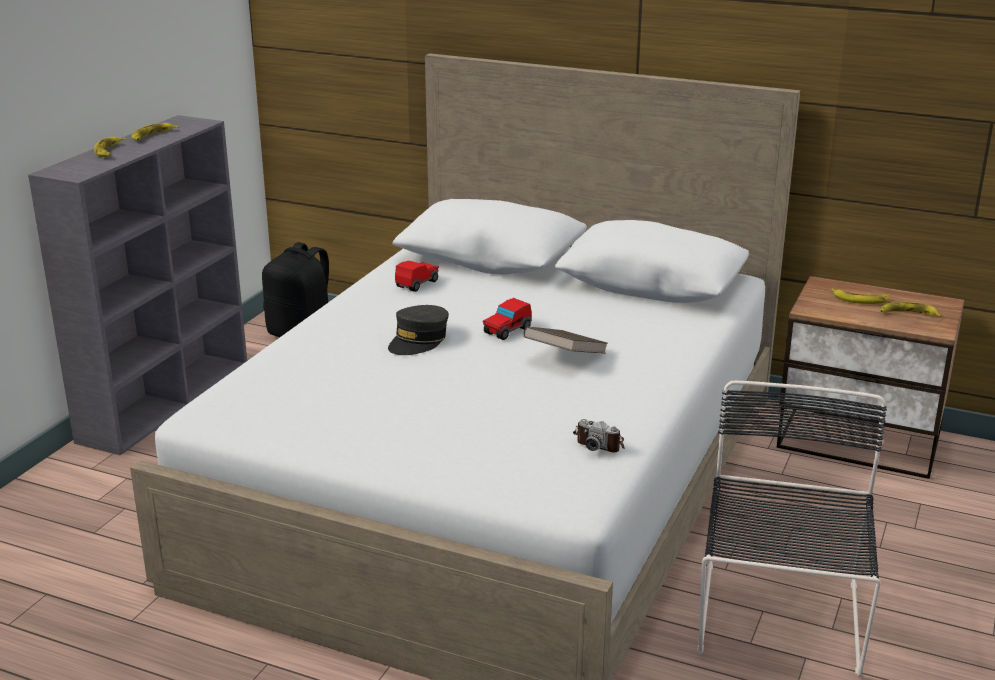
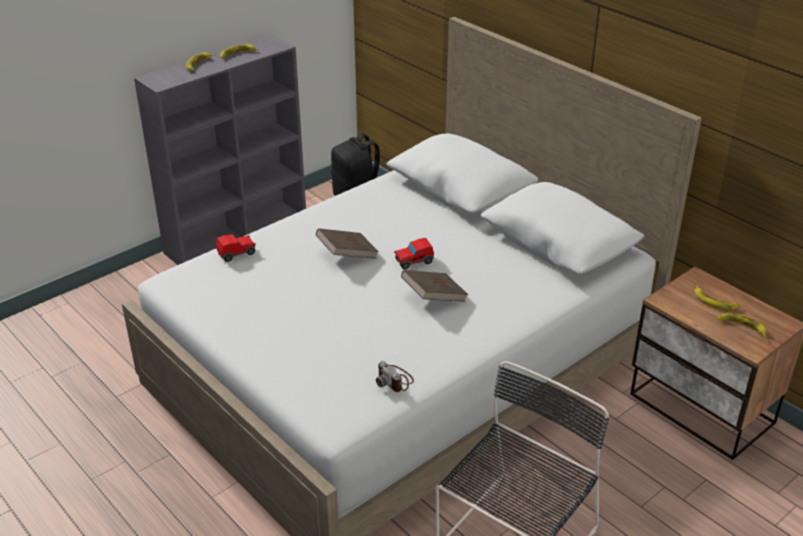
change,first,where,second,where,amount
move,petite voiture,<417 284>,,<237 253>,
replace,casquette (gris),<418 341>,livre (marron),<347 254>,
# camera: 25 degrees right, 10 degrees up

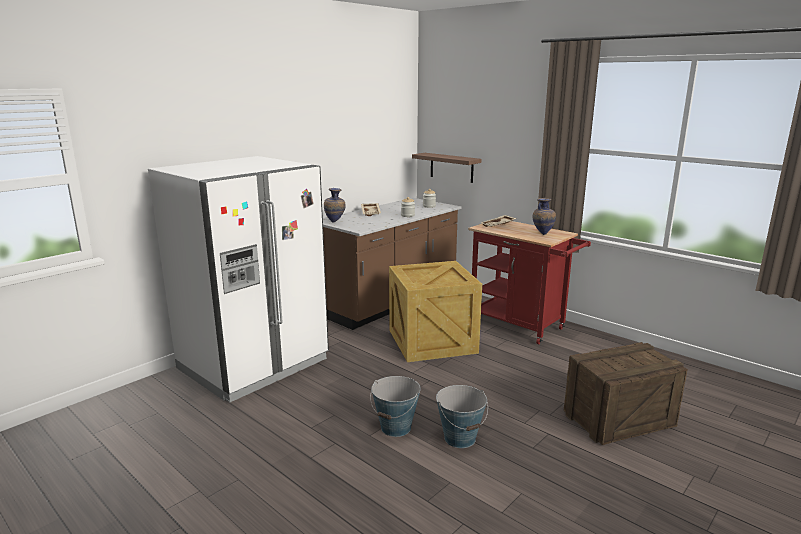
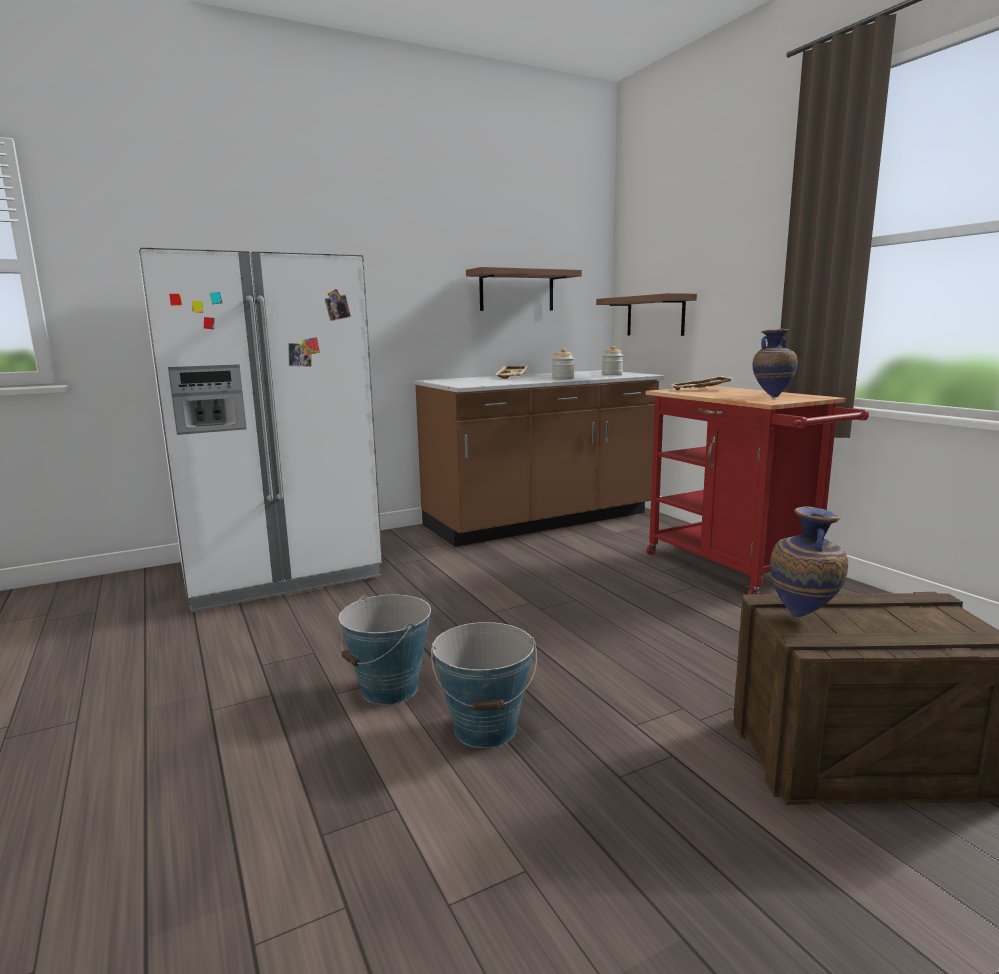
change,first,where,second,where,amount
move,vase,<335 222>,,<804 616>,
delete,caisse,<433 340>,,,
insert,,,étagère,<517 290>,
# camera: 20 degrees right, 5 degrees down

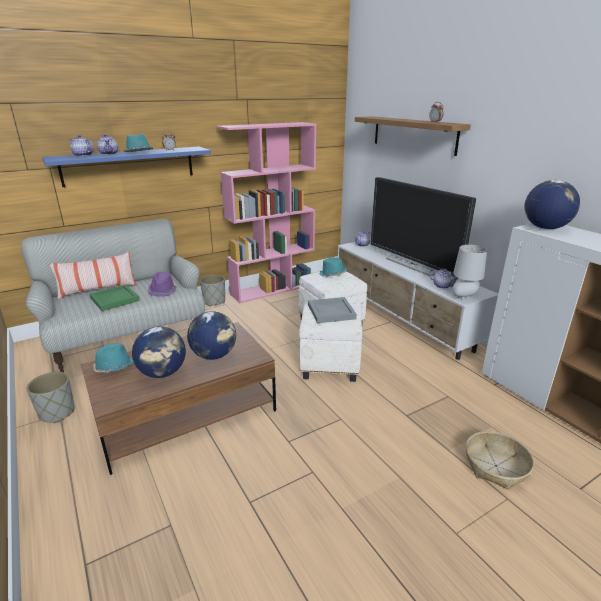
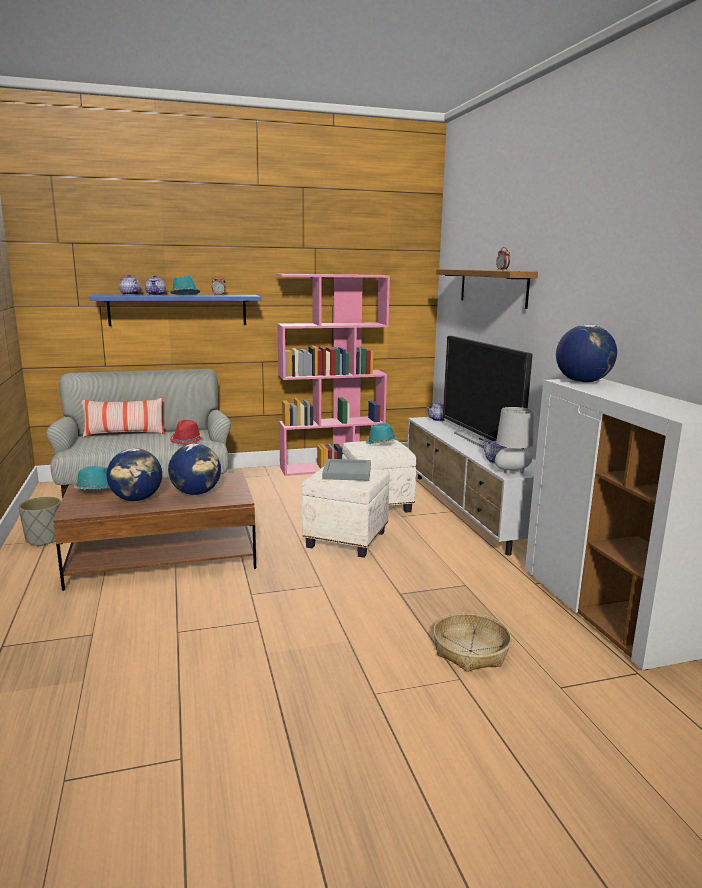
change,first,where,second,where,amount
recolor,chapeau (violet),<163 290>,chapeau (rouge),<187 440>,
delete,cache-pot (gris),<214 301>,,,
delete,plateau (vert),<115 299>,,,
# camera: 15 degrees right, 10 degrees down

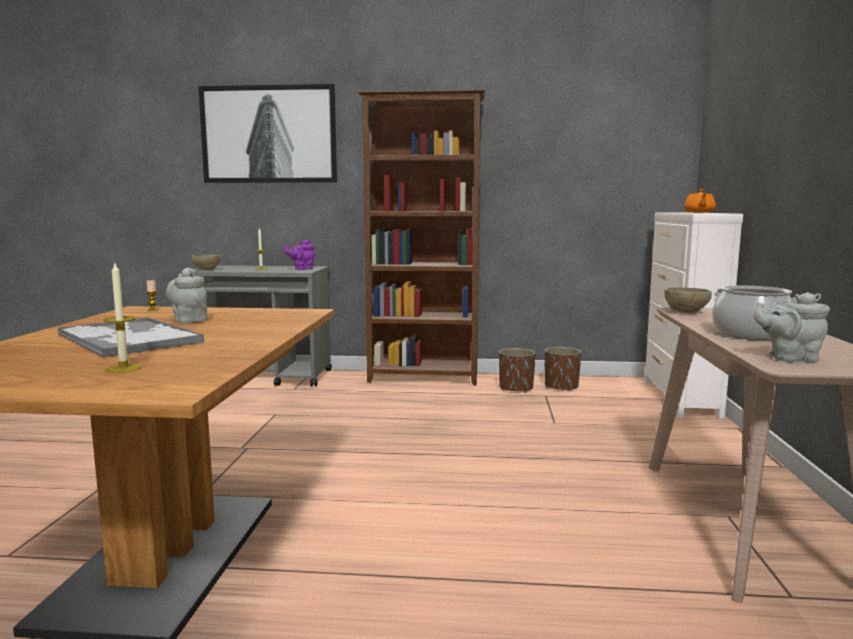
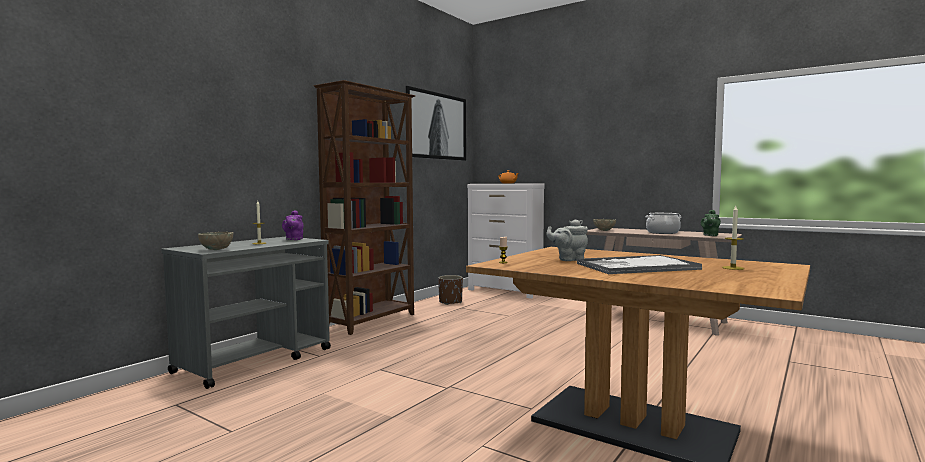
change,first,where,second,where,amount
move,tableau,<268 134>,,<437 126>,
recolor,théière (gris),<790 358>,théière (vert),<710 235>,
delete,cache-pot (marron),<516 388>,,,
# camera: 60 degrees left, 5 degrees down

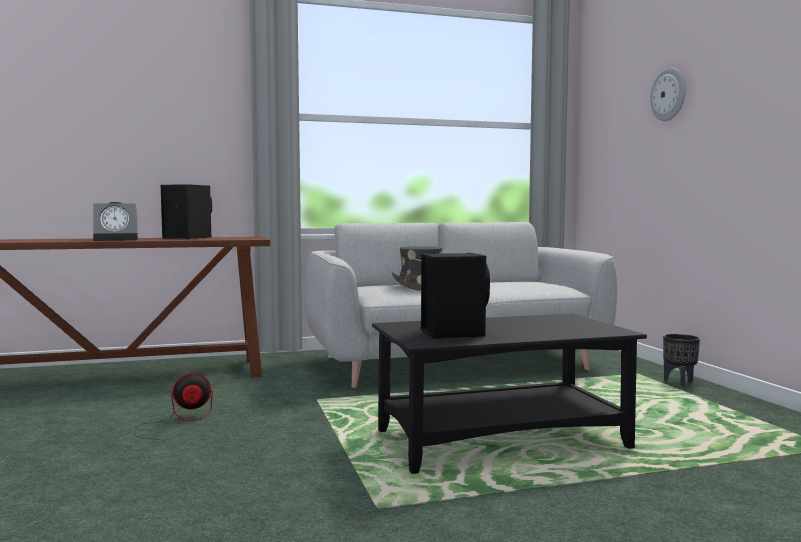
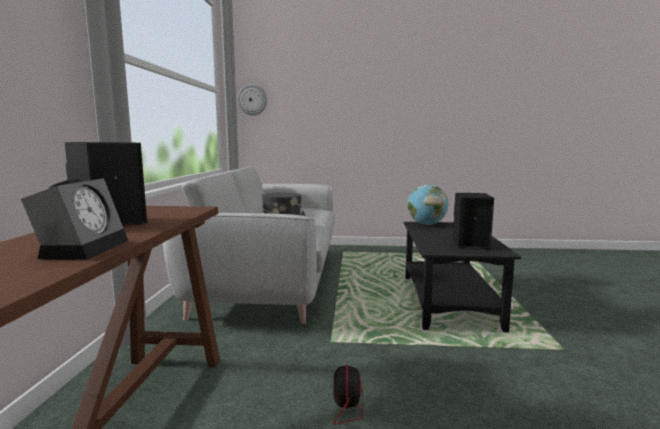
change,first,where,second,where,amount
move,horloge murale,<668 94>,,<252 100>,
delete,cache-pot (noir),<680 382>,,,
insert,,,globe,<426 224>,
# camera: 70 degrees left, 5 degrees up

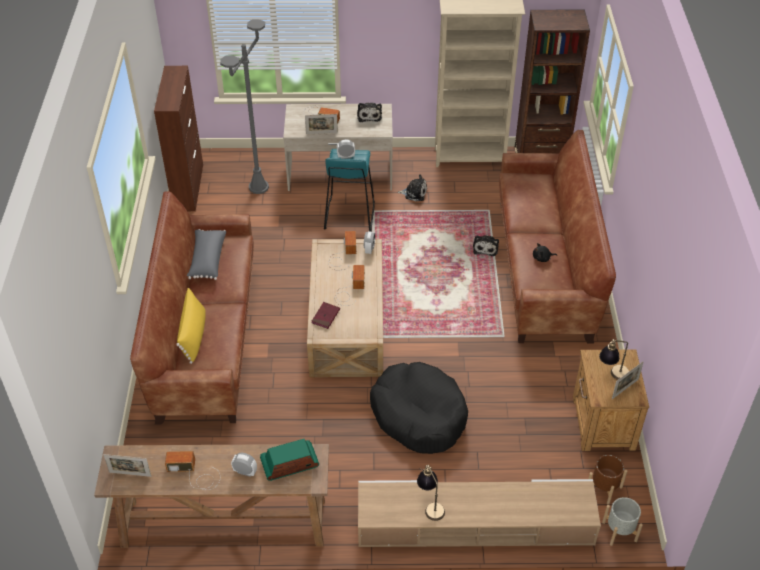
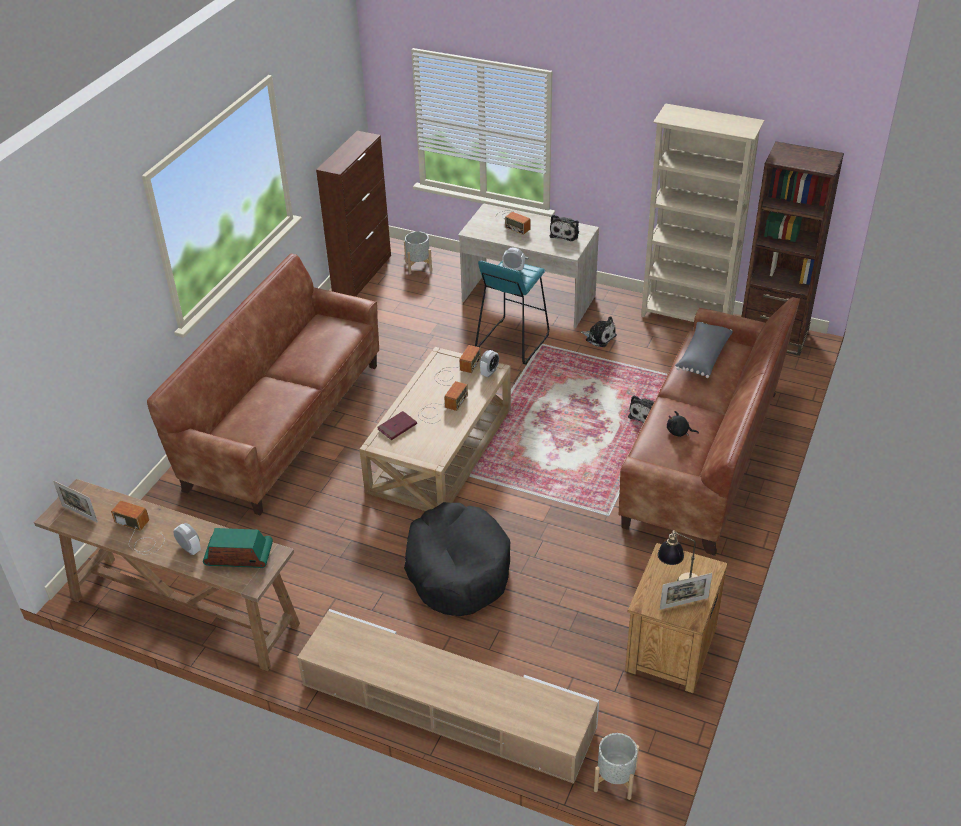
change,first,where,second,where,amount
delete,lampadaire (gris),<258 187>,,,
delete,cadre photo,<321 133>,,,
move,coussin (gris),<207 260>,,<702 357>,
delete,coussin (jaune),<193 335>,,,
delete,cache-pot (marron),<604 488>,,,
delete,lampe de table,<430 505>,,,
insert,,,cache-pot (gris),<418 266>,
# camera: 25 degrees right, 5 degrees down

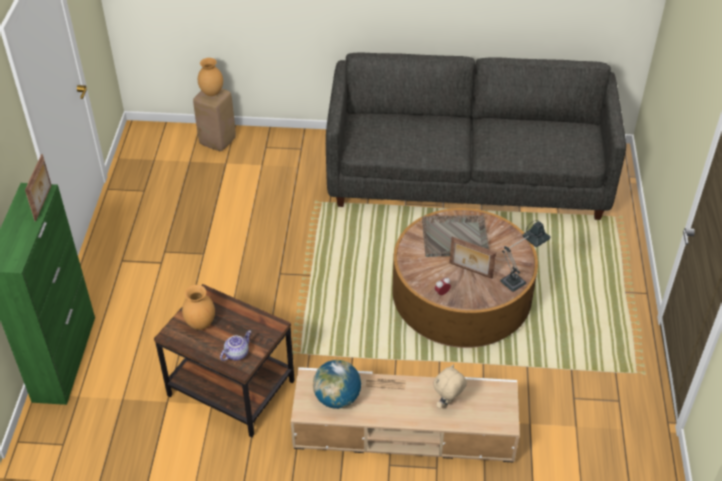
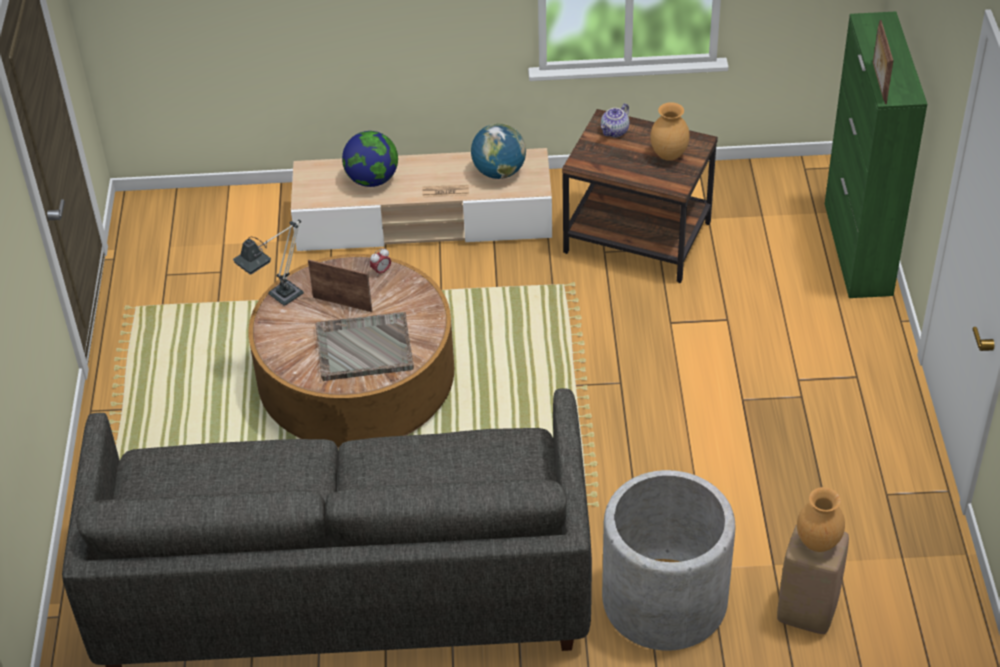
change,first,where,second,where,amount
replace,peluche (beige),<448 404>,globe,<372 180>,
insert,,,cache-pot (gris),<664 601>,
# camera: 175 degrees right, 0 degrees up

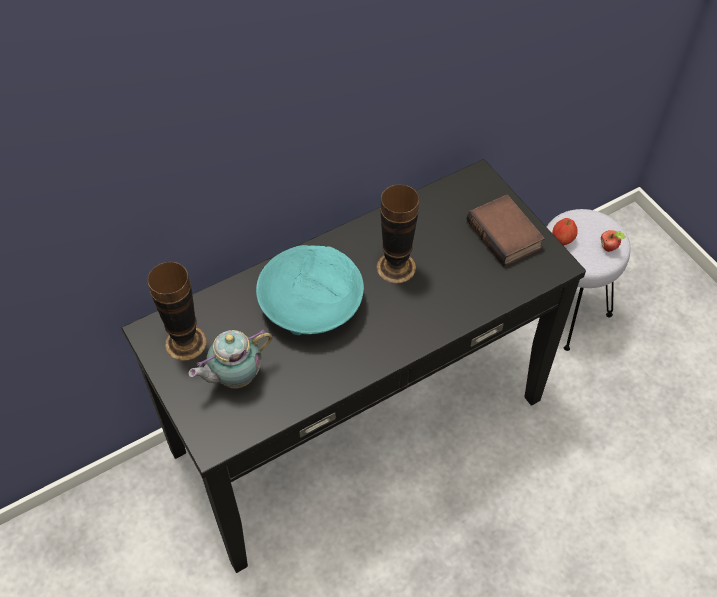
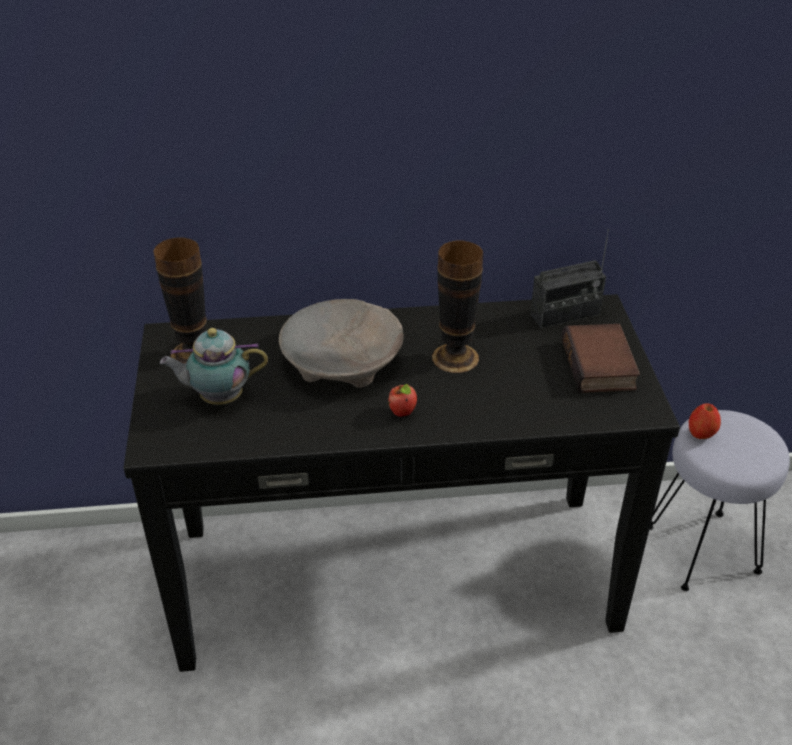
change,first,where,second,where,amount
move,pomme,<609 248>,,<403 413>,
recolor,bol (turquoise),<310 304>,bol (beige),<341 361>,
insert,,,radio,<565 315>,
# camera: 25 degrees right, 15 degrees down

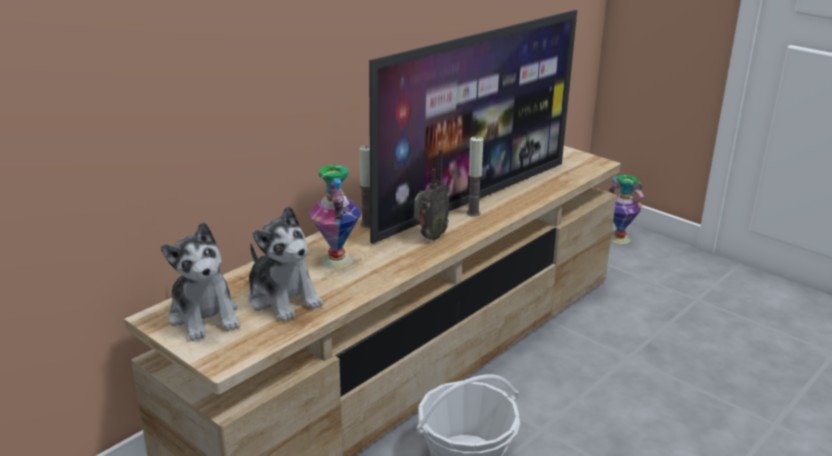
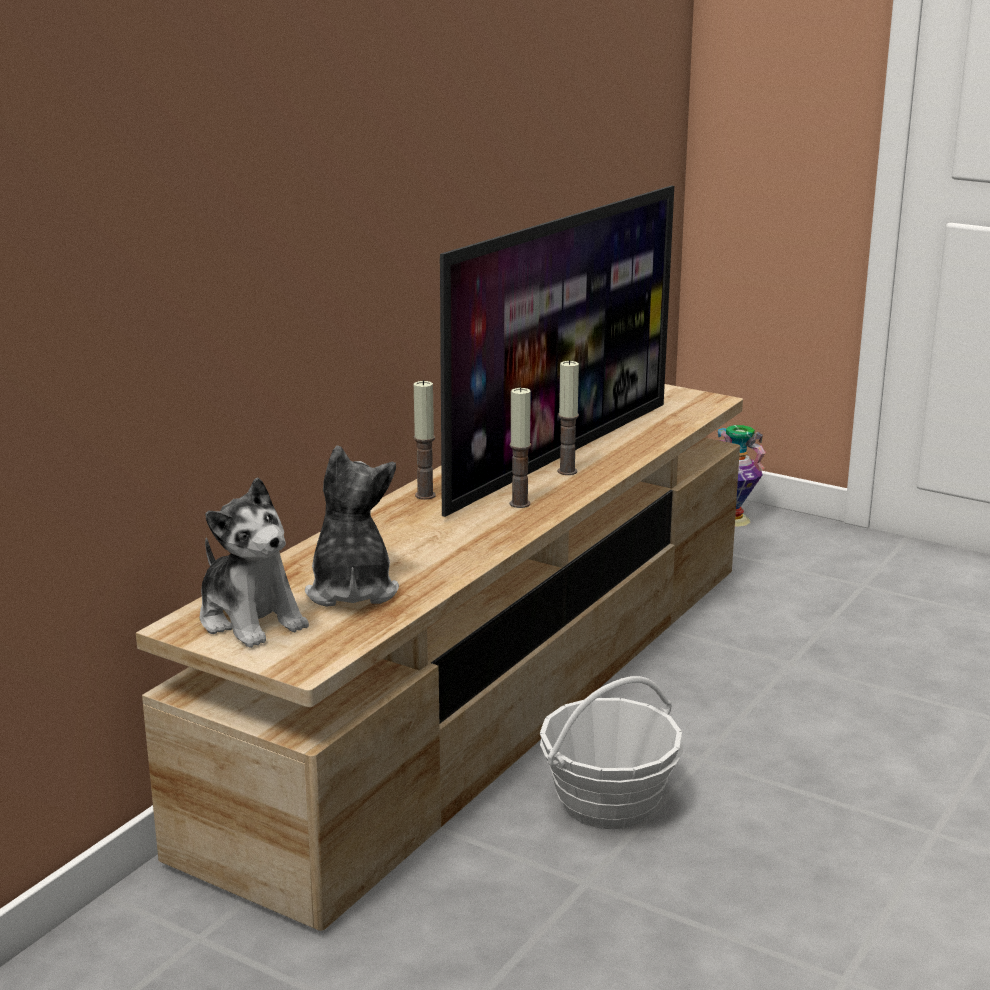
change,first,where,second,where,amount
replace,radio,<429 237>,bougie,<519 504>,
delete,vase,<337 260>,,,
rotate,peluche,<283 299>,,<351 590>,135 degrees counterclockwise
# camera: 10 degrees left, 5 degrees down

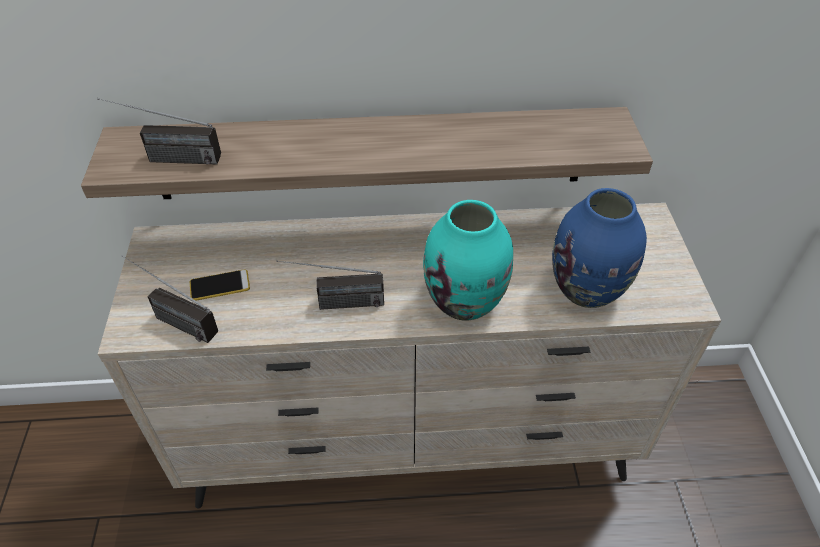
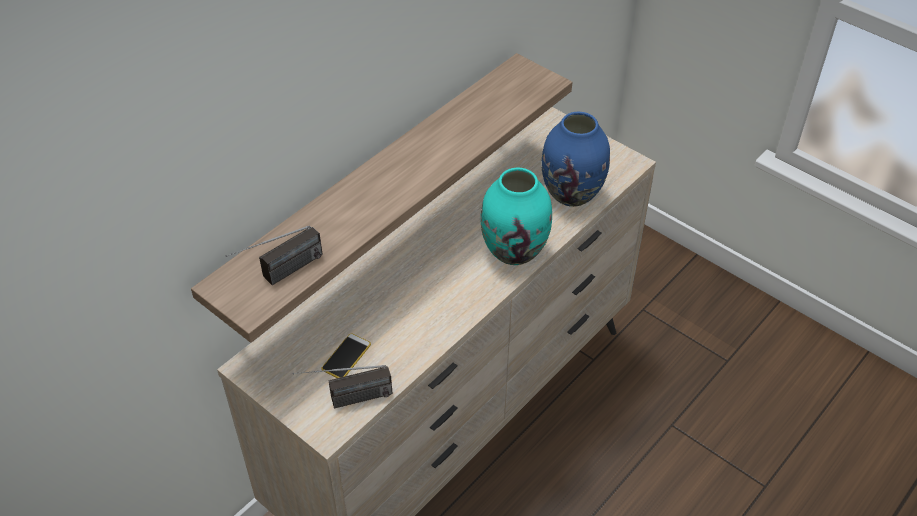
change,first,where,second,where,amount
delete,radio,<334 304>,,,
# camera: 45 degrees left, 0 degrees up

